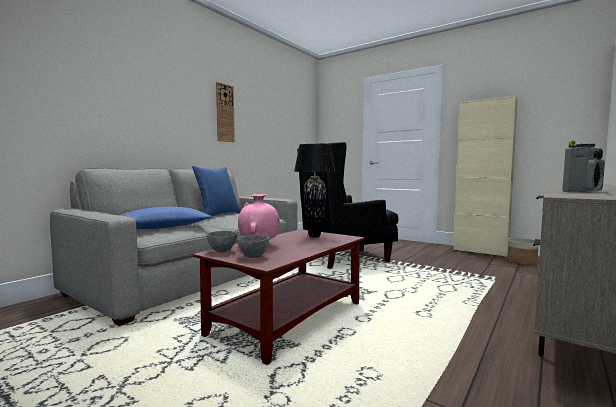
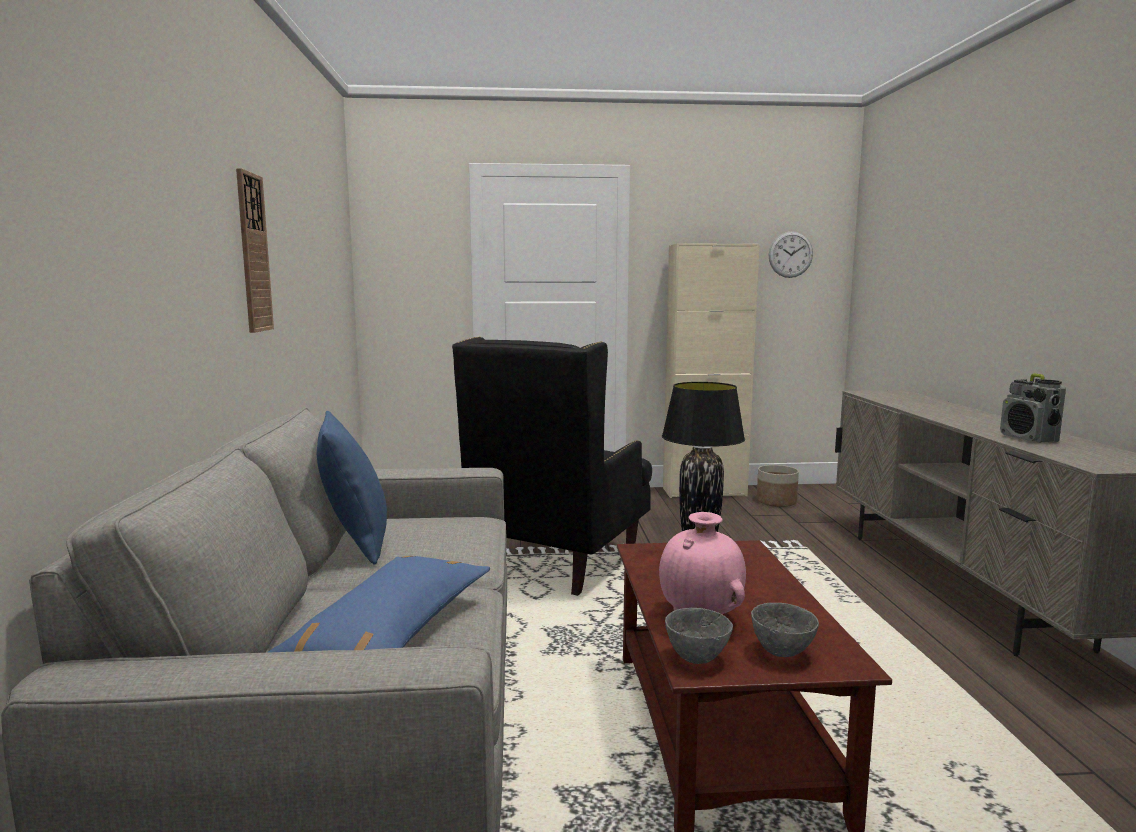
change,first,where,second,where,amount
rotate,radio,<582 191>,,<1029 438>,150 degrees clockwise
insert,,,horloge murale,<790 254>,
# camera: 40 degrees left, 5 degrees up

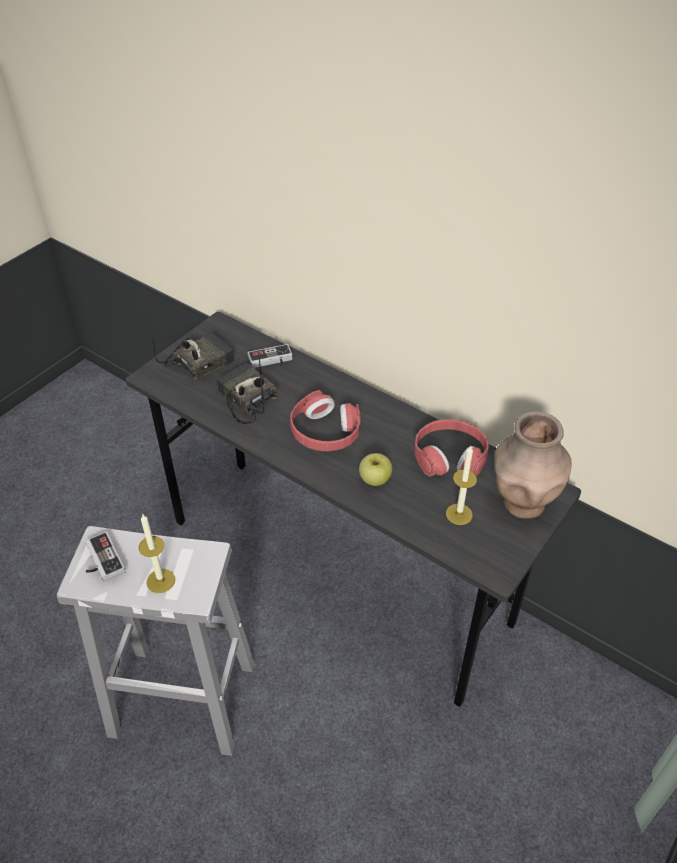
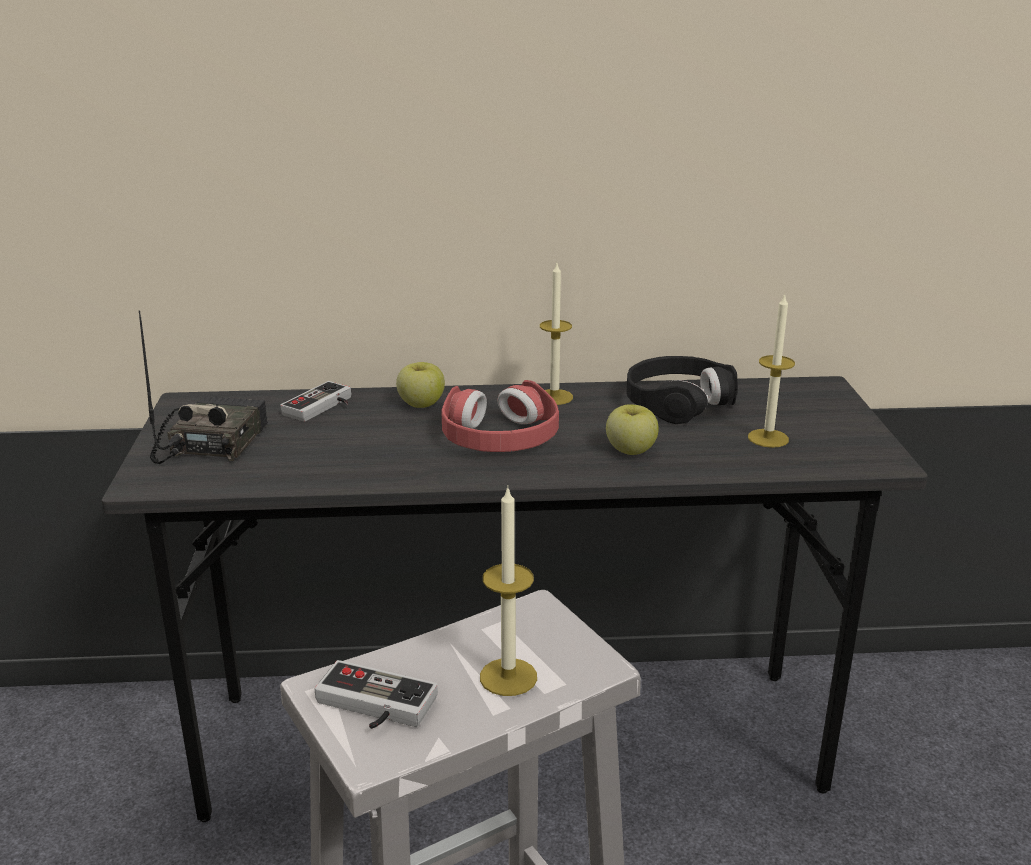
change,first,where,second,where,amount
delete,radio,<245 399>,,,
delete,vase (marron),<522 503>,,,
recolor,casque audio (rouge),<449 456>,casque audio (noir),<678 402>,
insert,,,bougie,<554 397>,
insert,,,pomme,<421 404>,
# camera: 40 degrees left, 20 degrees down

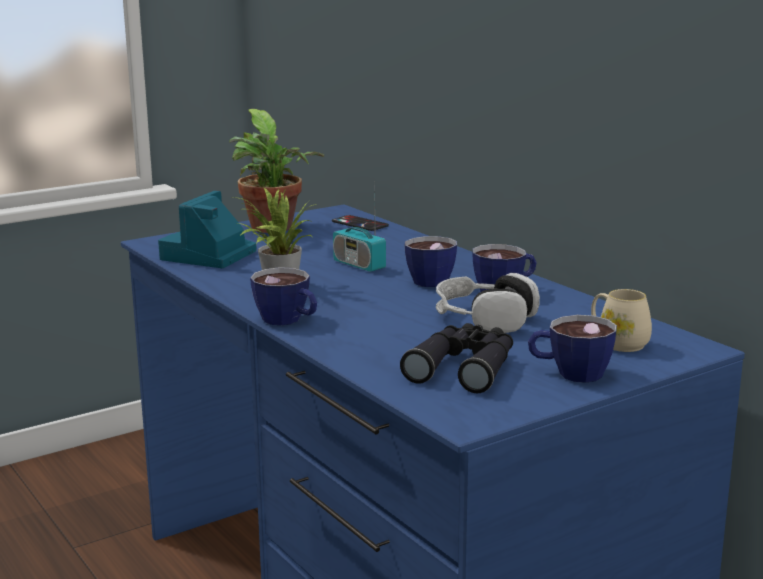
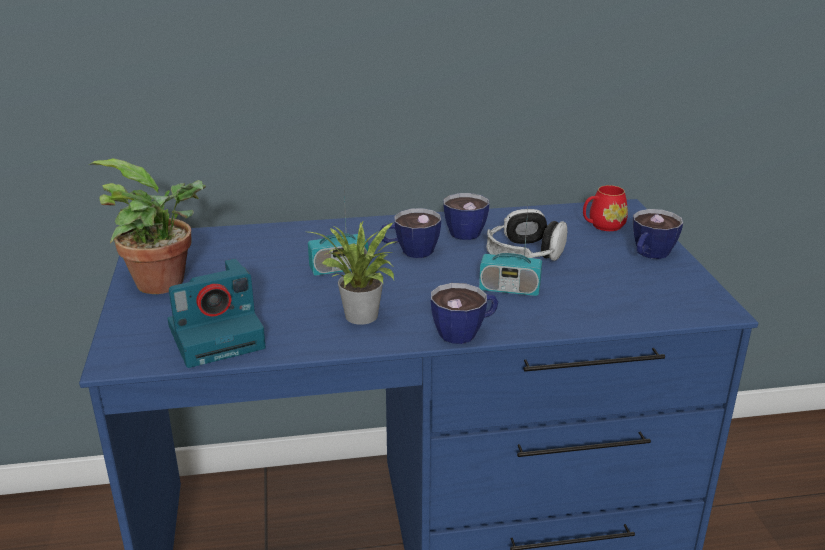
change,first,where,second,where,amount
rotate,appareil photo,<208 256>,,<218 335>,75 degrees counterclockwise
delete,téléphone,<360 224>,,,
recolor,mug (beige),<617 343>,mug (rouge),<602 226>,
delete,jumelles (noir),<464 368>,,,
insert,,,radio,<509 289>,
# camera: 65 degrees left, 10 degrees up

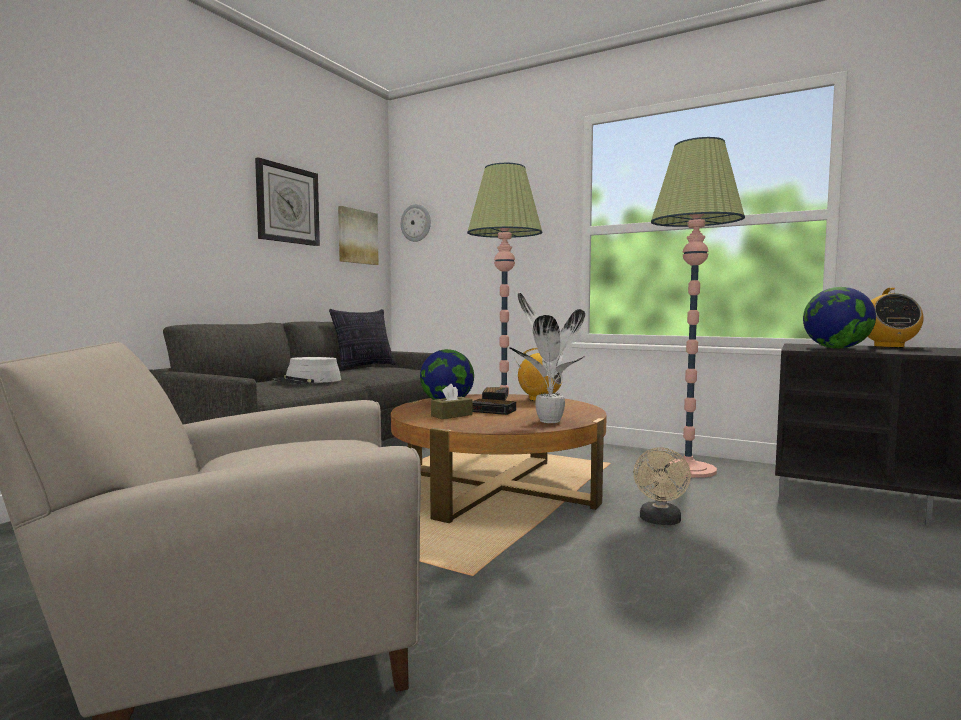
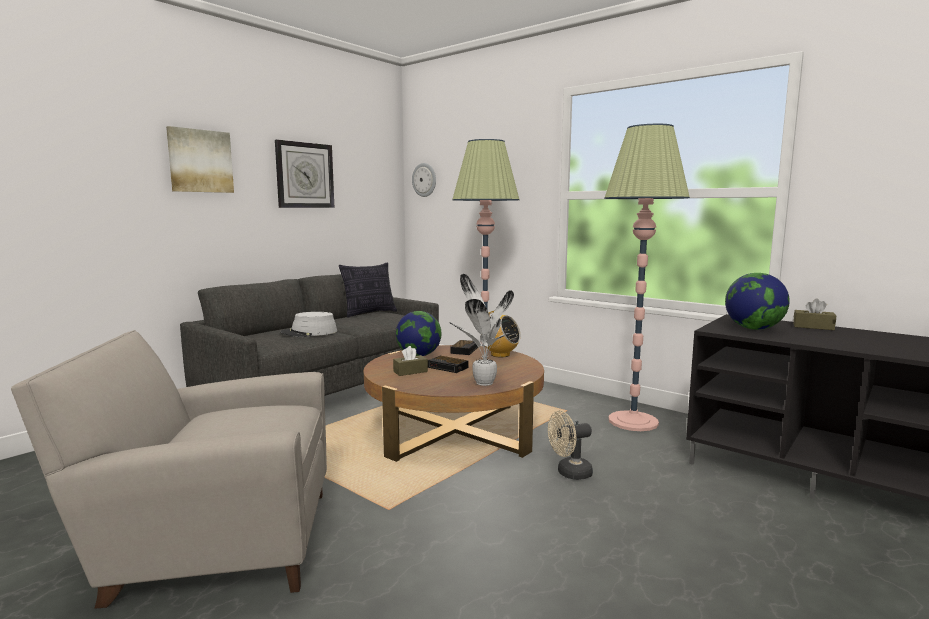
change,first,where,second,where,amount
move,tableau,<357 236>,,<200 161>,
replace,radio,<888 347>,boîte à mouchoirs (marron),<813 327>,
rotate,ventilateur (beige),<660 521>,,<569 473>,45 degrees clockwise
# camera: 10 degrees right, 5 degrees up

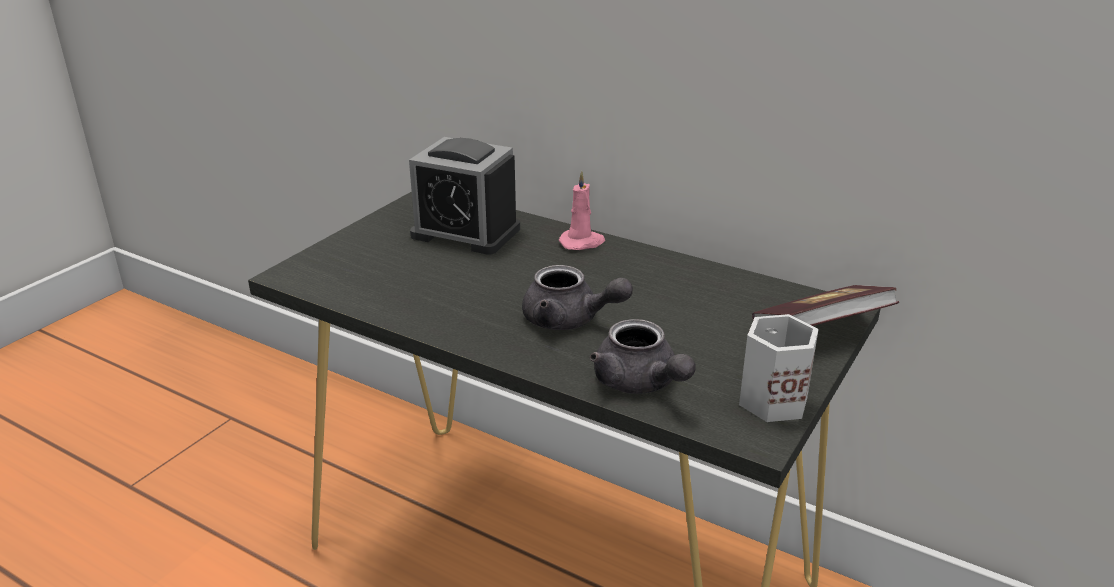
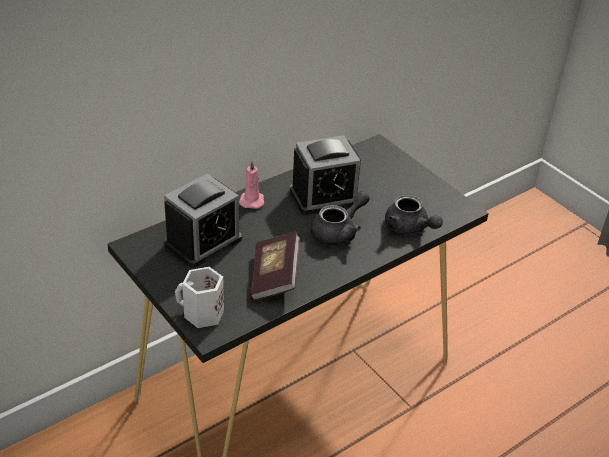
change,first,where,second,where,amount
move,livre,<819 331>,,<274 277>,
move,mug (blanc),<769 399>,,<202 314>,
rotate,théière (gris),<640 384>,,<409 228>,60 degrees clockwise
insert,,,réveil,<324 196>,
# camera: 70 degrees left, 10 degrees up

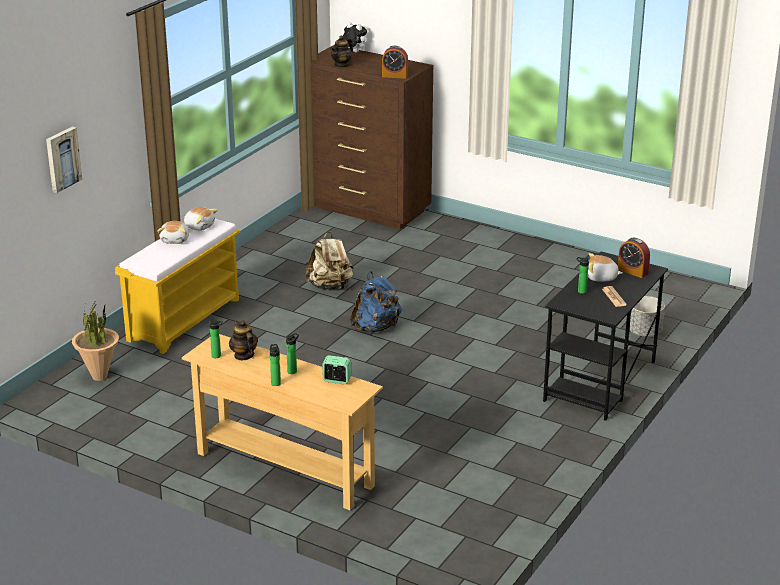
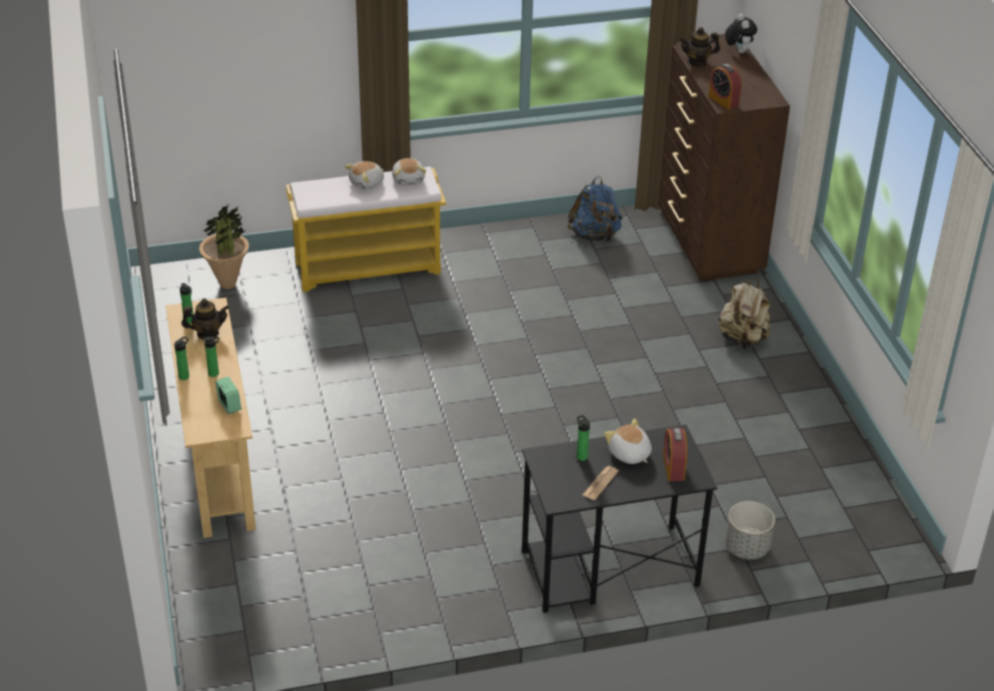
change,first,where,second,where,amount
delete,tableau,<62 159>,,,
move,sac à dos (beige),<330 286>,,<743 339>,
move,sac à dos (bleu),<375 327>,,<595 235>,
rotate,théière,<244 355>,,<207 333>,60 degrees clockwise
# camera: 45 degrees right, 10 degrees up

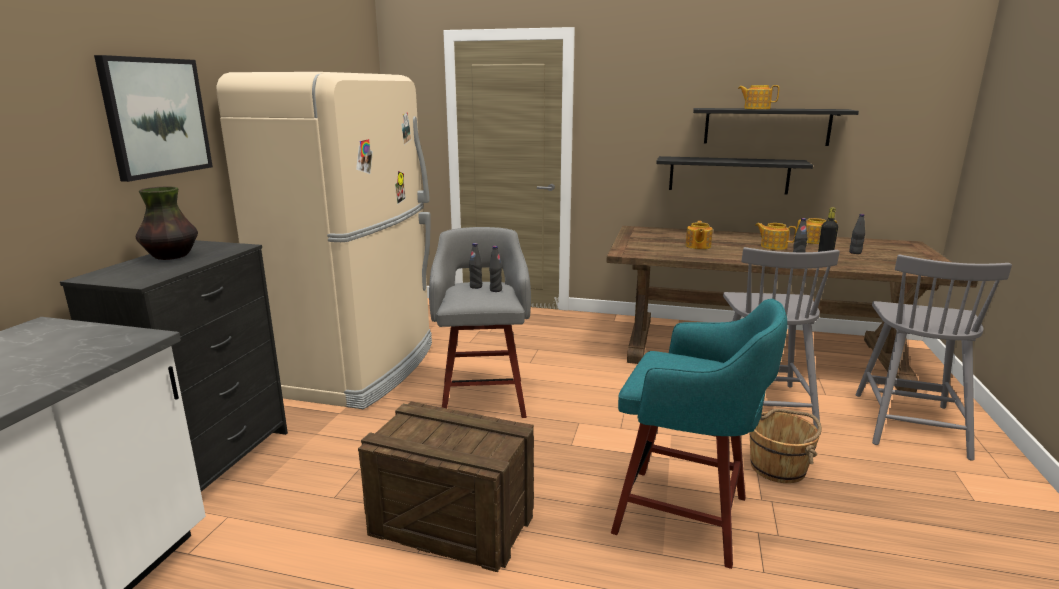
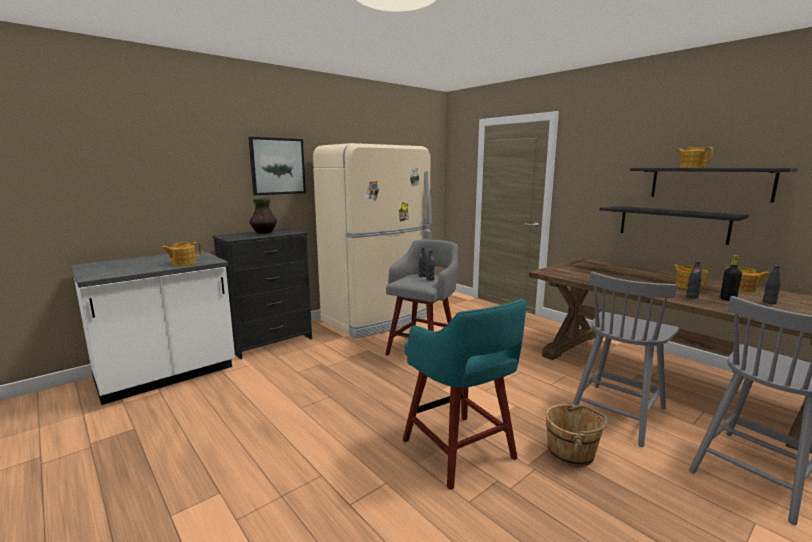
change,first,where,second,where,amount
move,théière,<697 246>,,<183 263>,
delete,caisse,<454 523>,,,
# camera: 35 degrees right, 5 degrees down

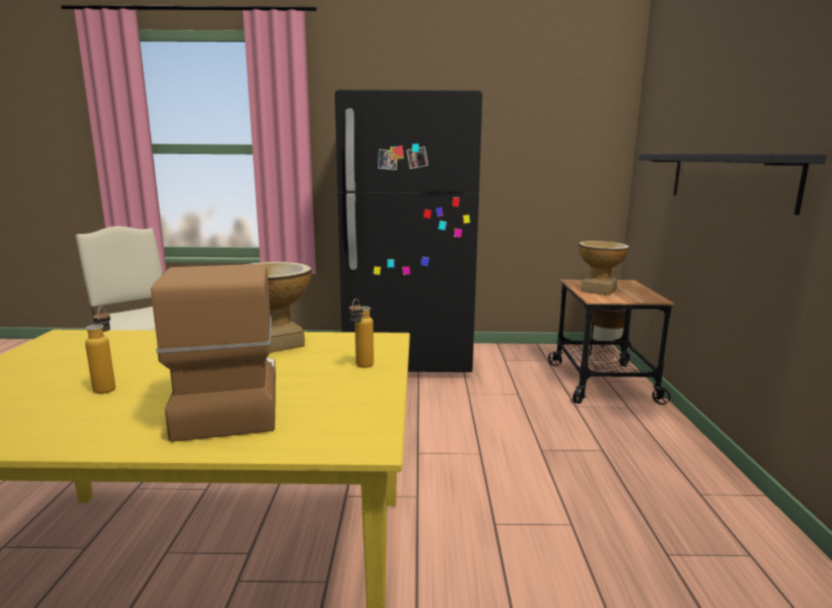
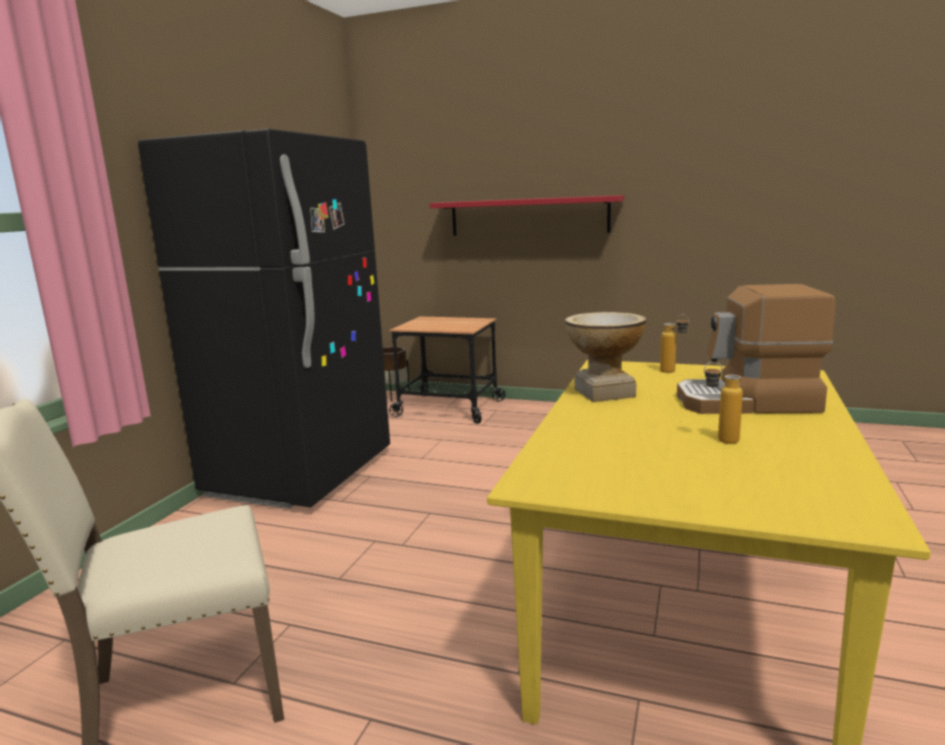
change,first,where,second,where,amount
recolor,étagère (noir),<728 178>,étagère (rouge),<528 216>,
delete,vase,<599 290>,,,
# camera: 70 degrees left, 0 degrees up

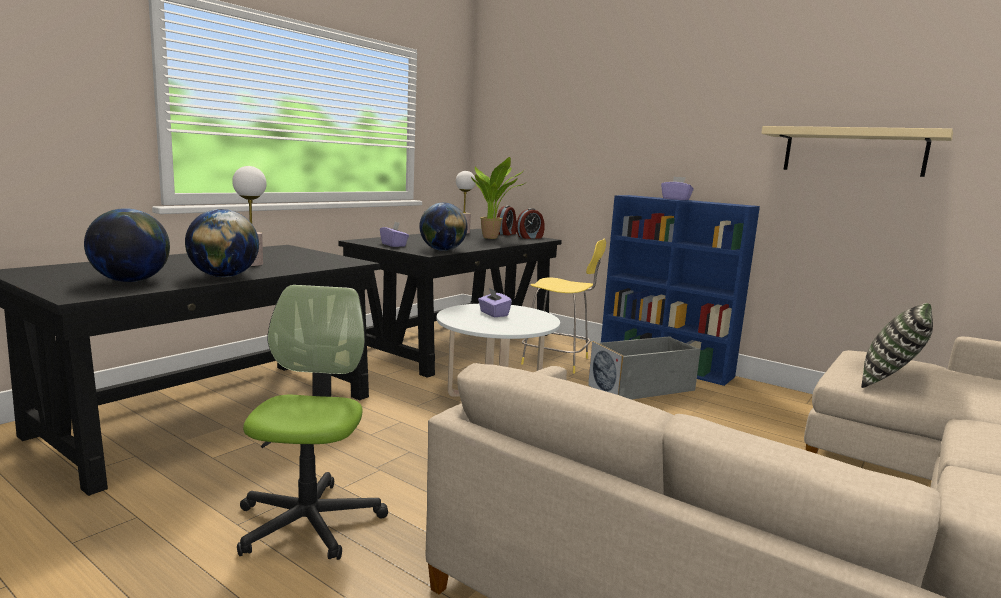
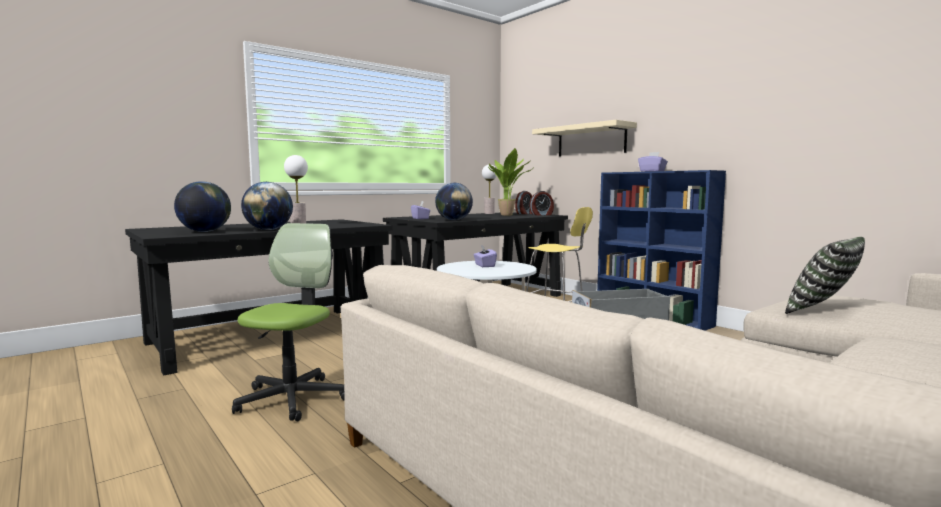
change,first,where,second,where,amount
move,étagère (beige),<853 152>,,<591 140>,
# camera: 15 degrees right, 5 degrees down

